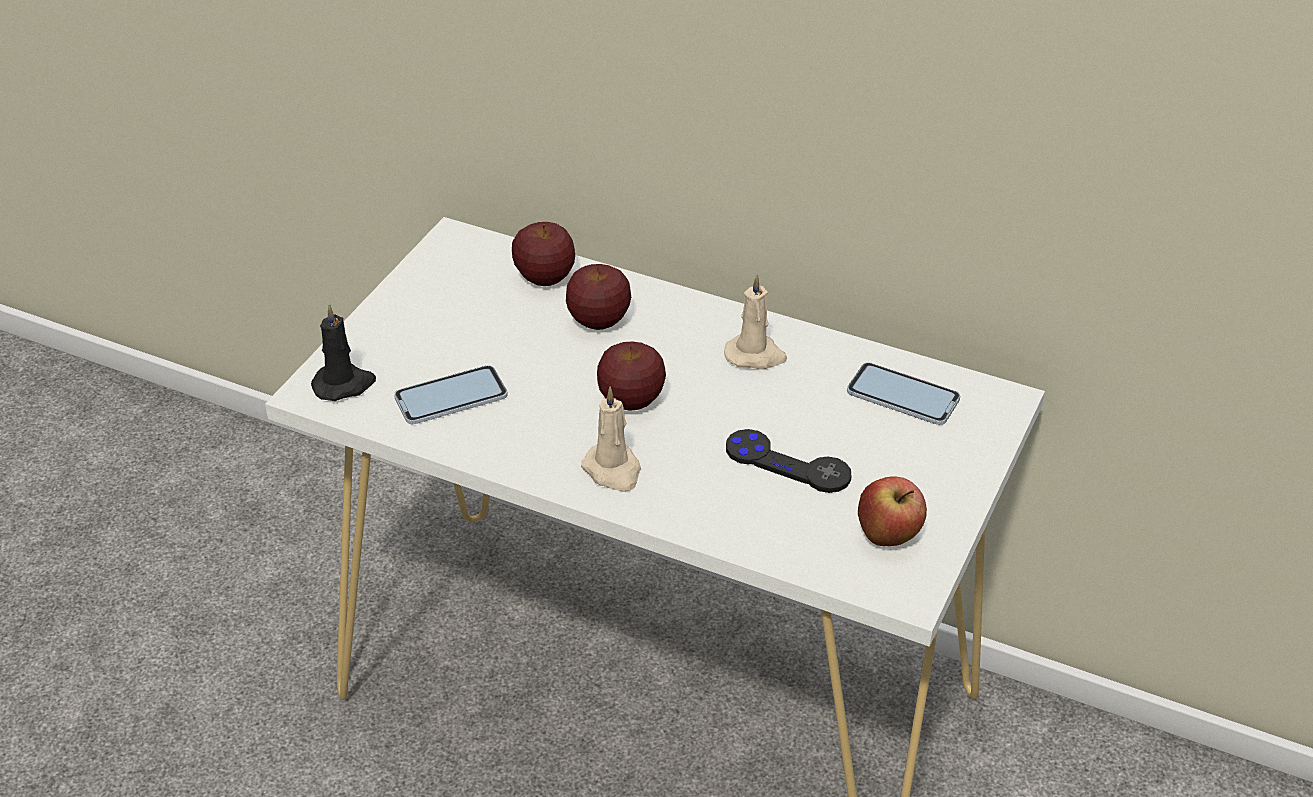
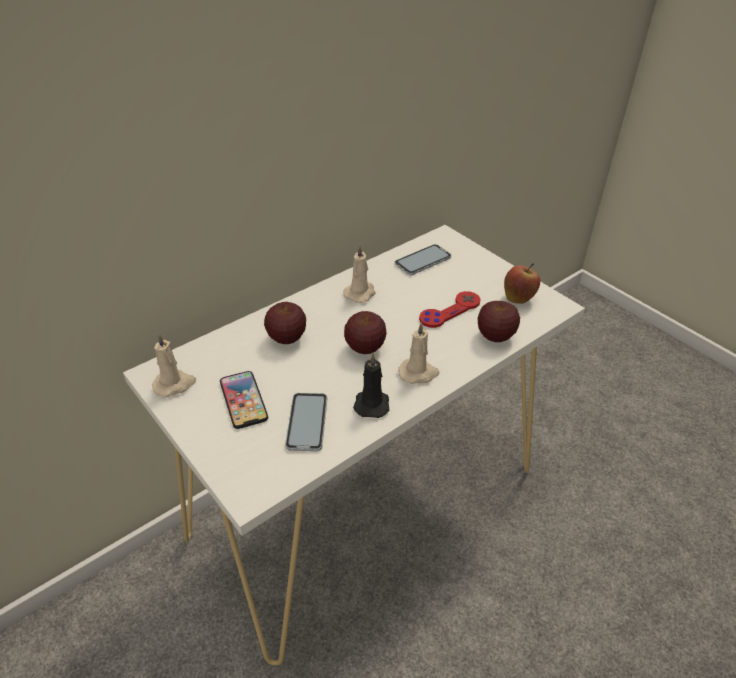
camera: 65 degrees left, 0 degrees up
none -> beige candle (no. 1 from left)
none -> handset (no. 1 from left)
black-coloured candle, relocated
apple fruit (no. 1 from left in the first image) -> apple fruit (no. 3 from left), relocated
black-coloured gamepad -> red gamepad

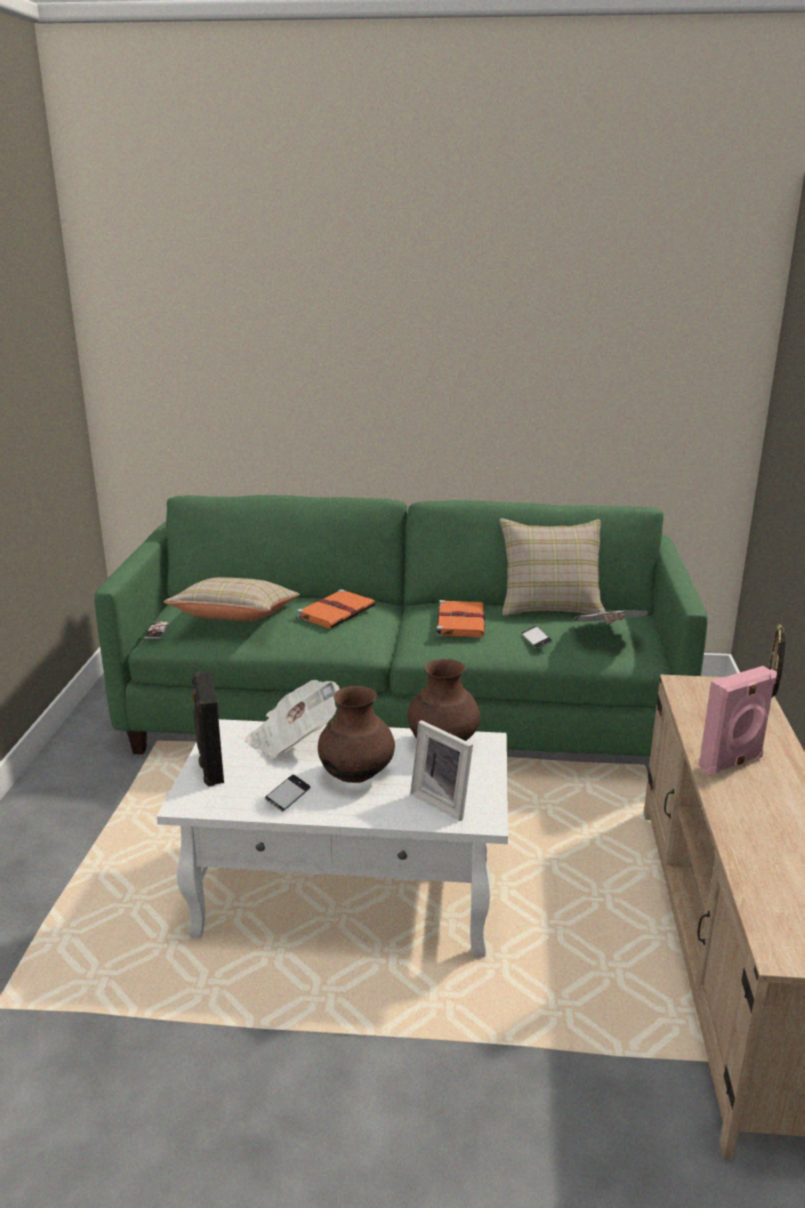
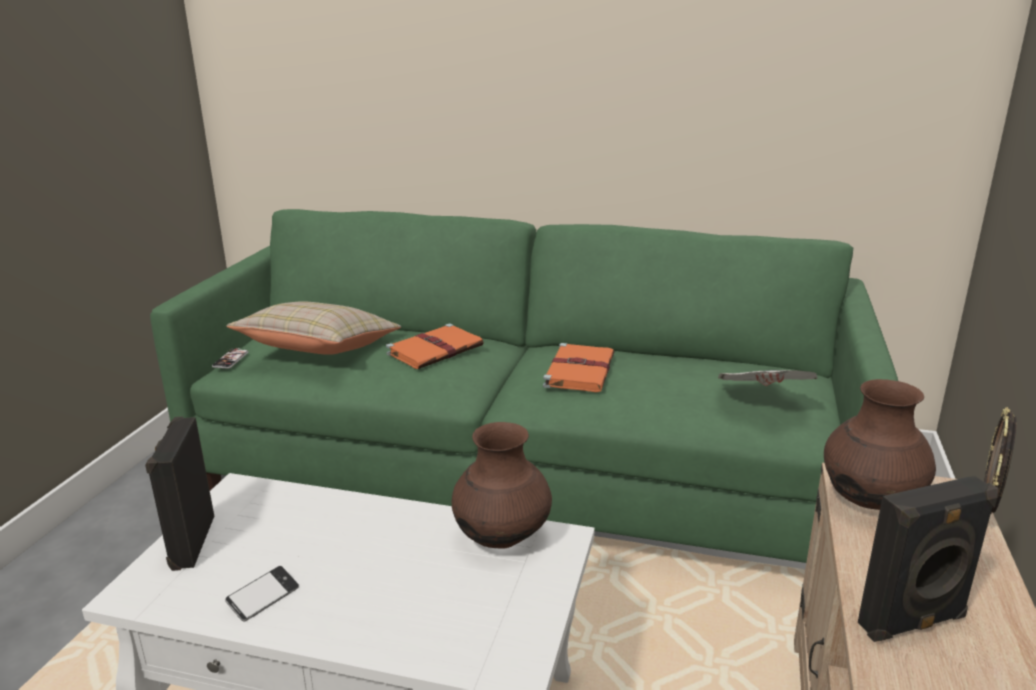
camera: 10 degrees right, 0 degrees up
daily paper (no. 1 from left) -> none
standing frame (no. 1 from left) -> none
beige throw pillow (no. 2 from left) -> none
handset (no. 3 from left) -> none
brownish vase (no. 1 from left in the first image) -> brownish vase (no. 2 from left), relocated
pinkish speaker -> black-coloured speaker (no. 2 from left)

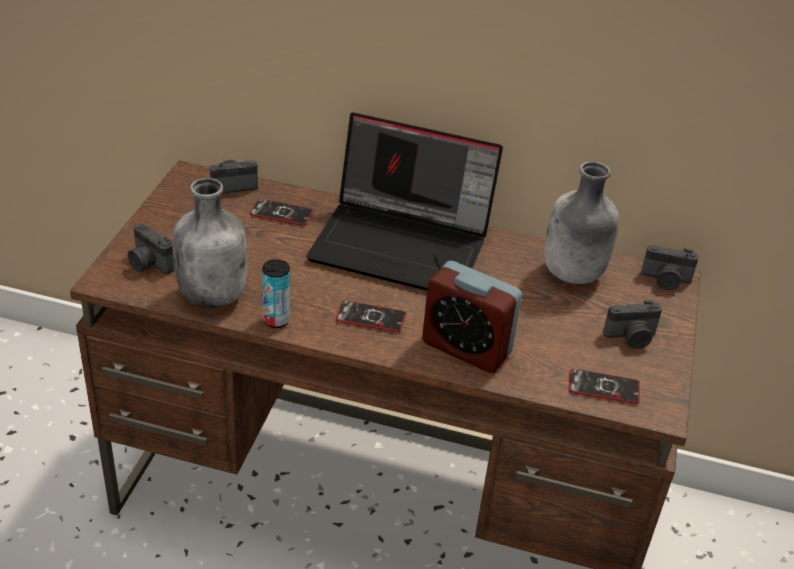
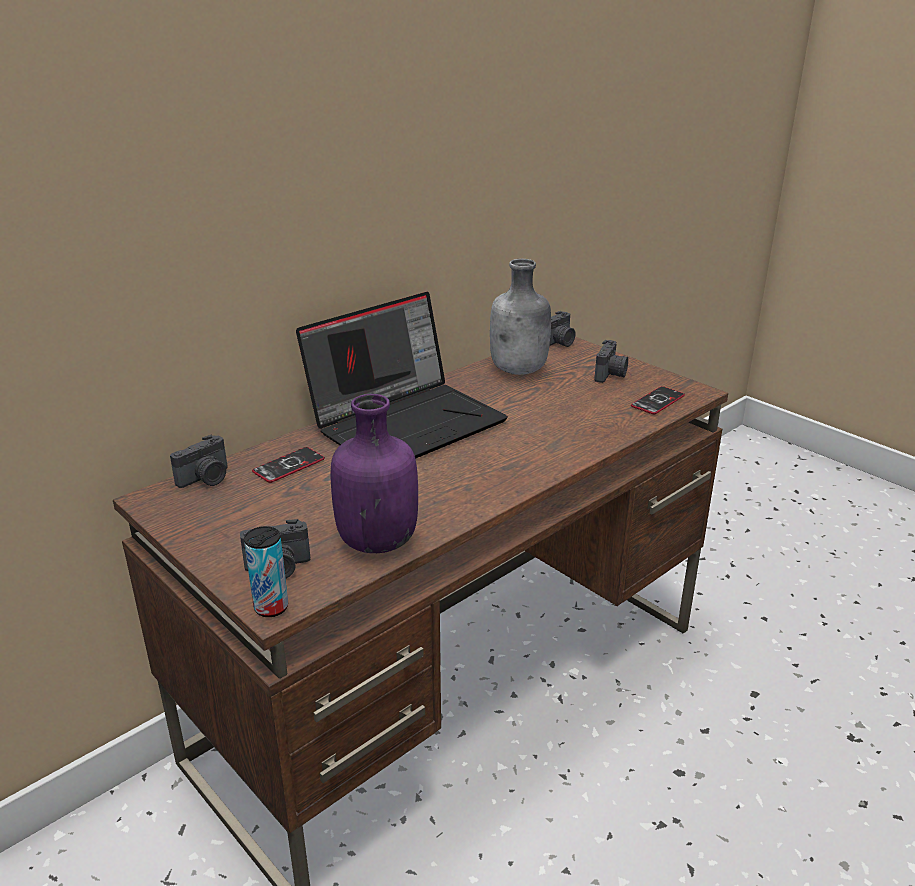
camera: 55 degrees left, 10 degrees down
handset (no. 2 from left) -> none
bedside clock -> none
metal can, relocated
gray beverage bottle (no. 1 from left) -> purple-coloured beverage bottle
photo camera (no. 2 from left in the first image) -> photo camera (no. 1 from left), 150 degrees counterclockwise

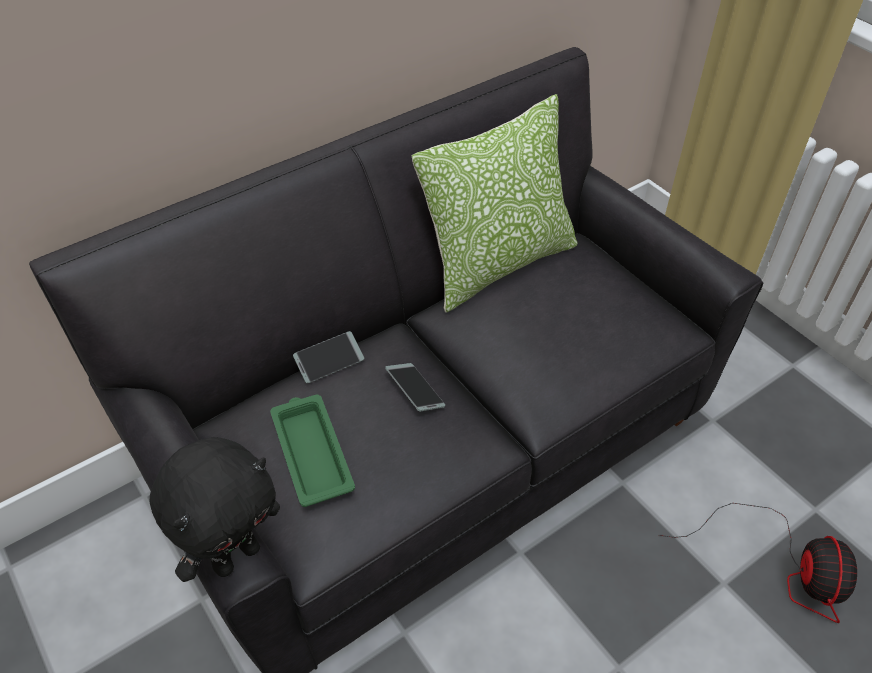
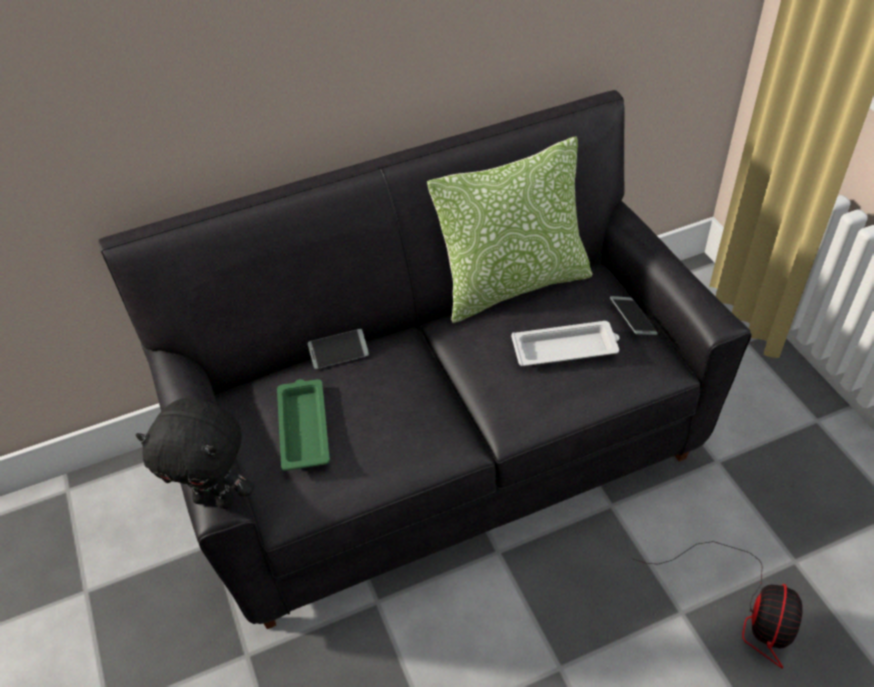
camera: 15 degrees right, 0 degrees up
none -> white carrying tray
handset (no. 2 from left), relocated
black-coloured cuddly toy, 45 degrees clockwise

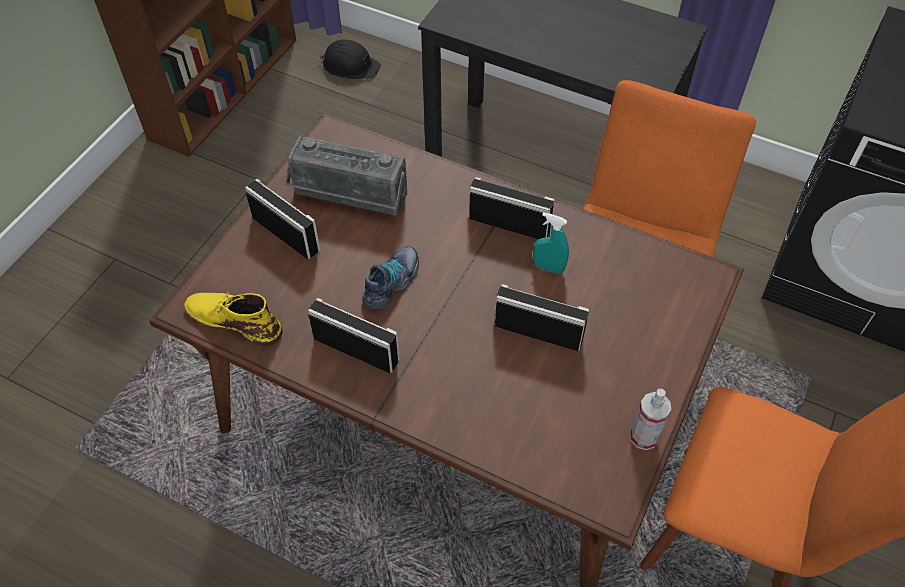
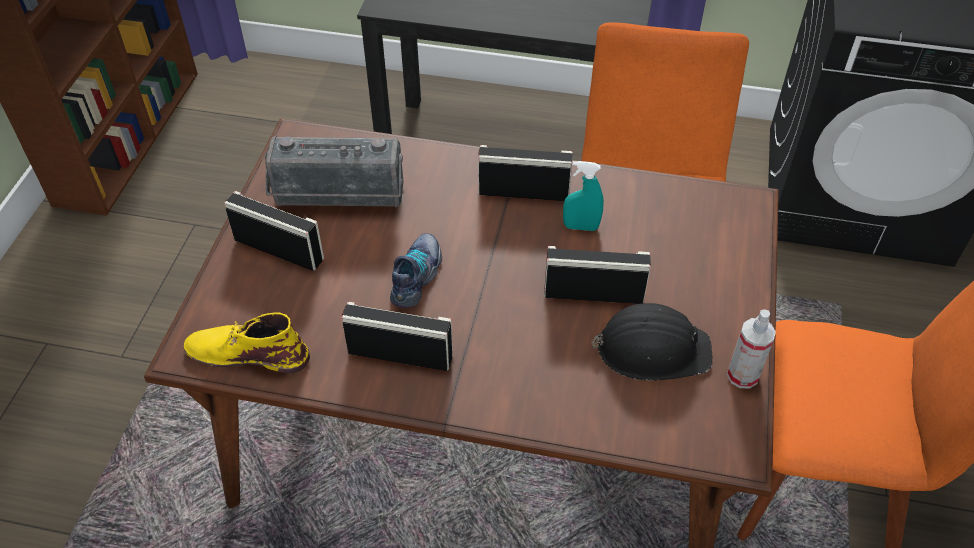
camera: 15 degrees left, 5 degrees down
black-coloured safety helmet, relocated

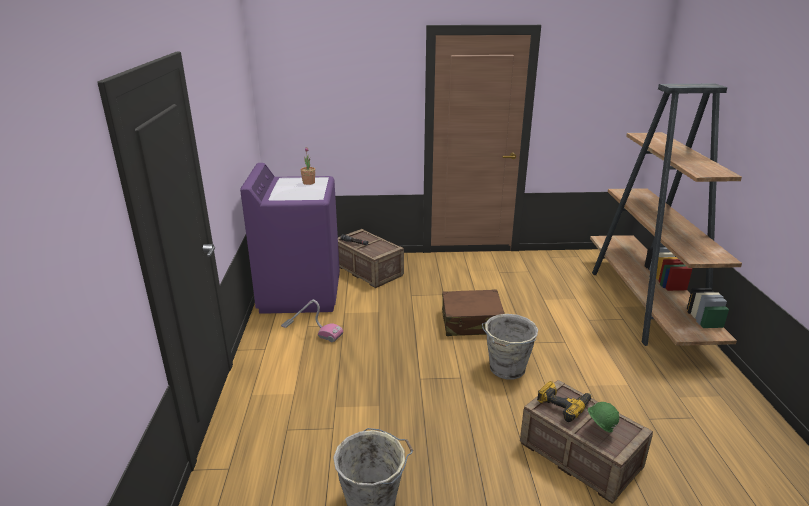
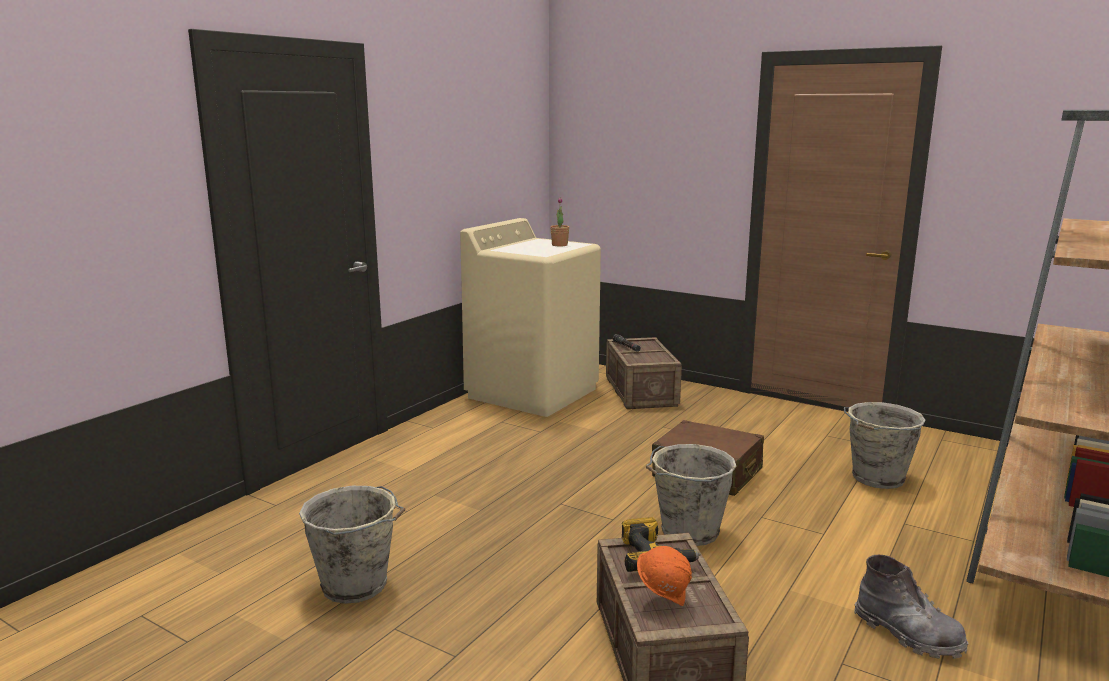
camera: 35 degrees right, 10 degrees down
vacuum -> none
none -> gray pail (no. 3 from left)
none -> gray boot
purple-coloured laundry machine -> beige laundry machine
greenish safety helmet -> orange safety helmet

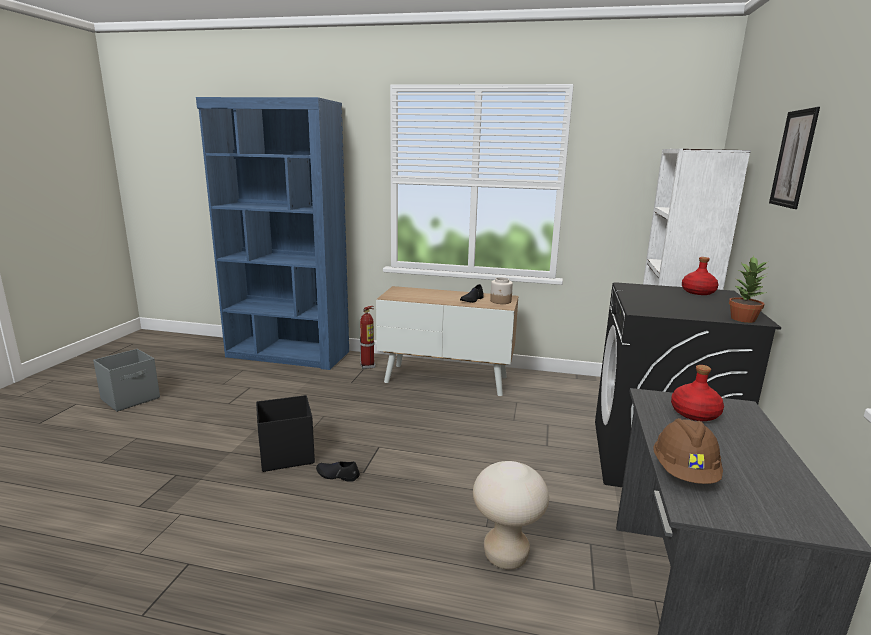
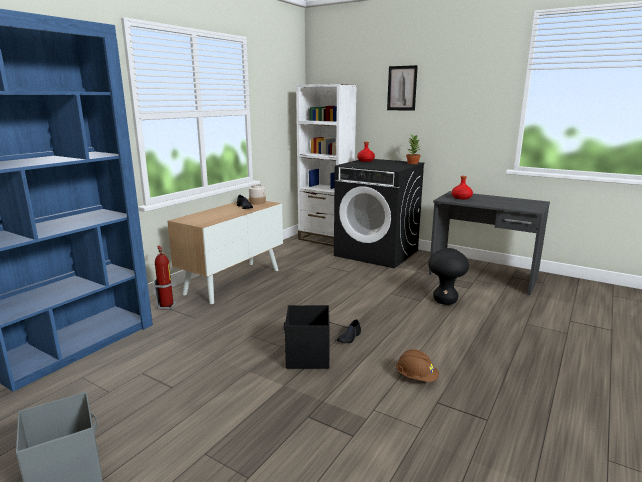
camera: 70 degrees left, 0 degrees up
brownish safety helmet, relocated
beige stool -> black-coloured stool

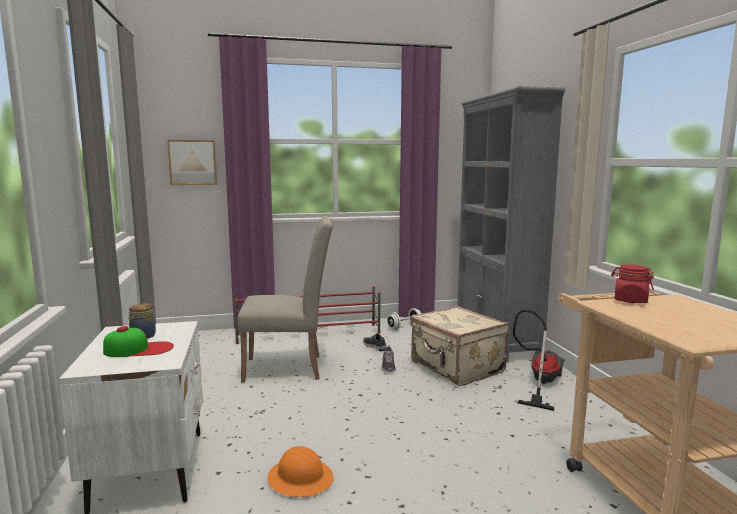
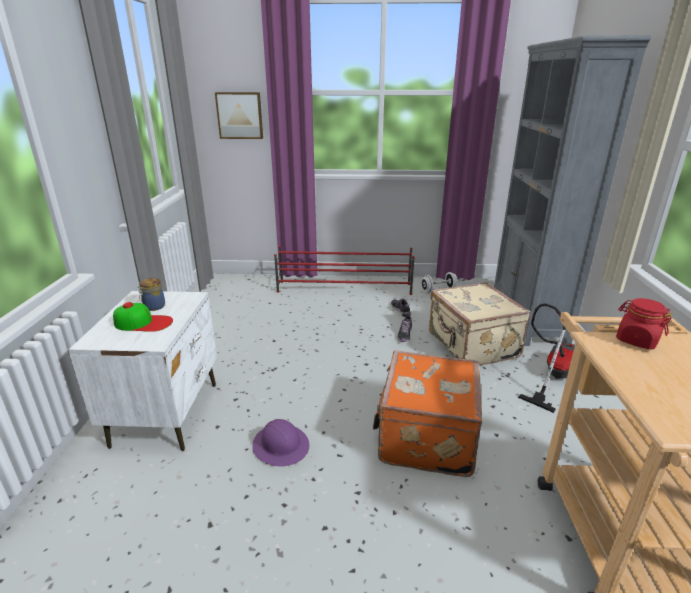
camera: 15 degrees right, 15 degrees up
beige plain chair -> none
none -> orange suitcase
orange safety helmet -> purple-coloured safety helmet

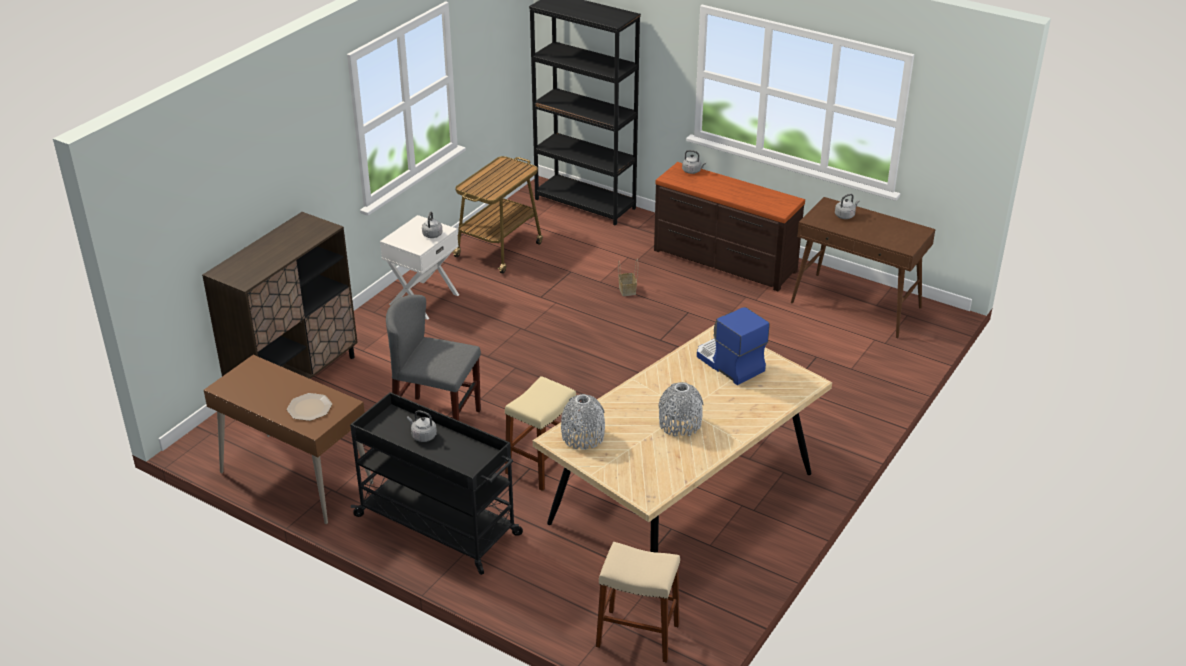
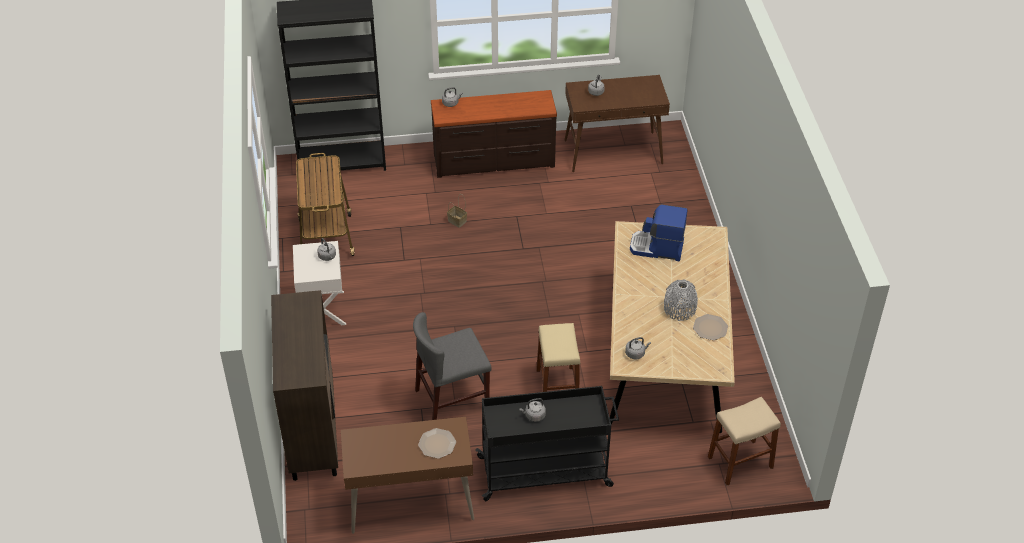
camera: 40 degrees left, 10 degrees up
none -> dinner plate (no. 2 from left)
gray vase (no. 1 from left) -> gray water kettle (no. 5 from left)

